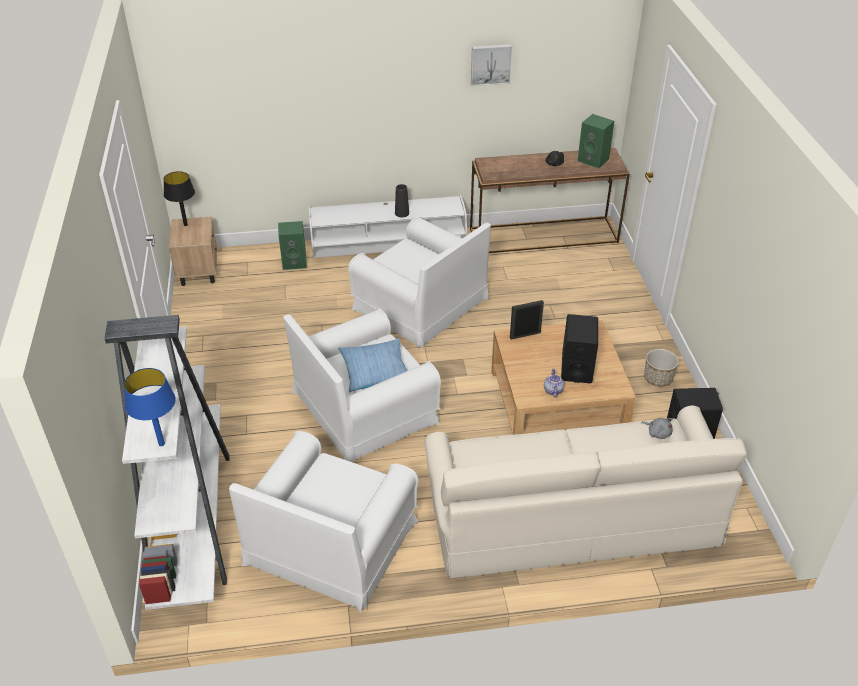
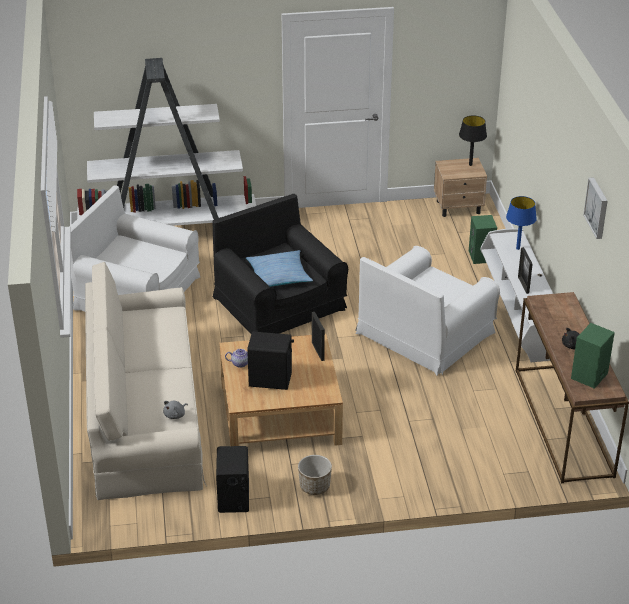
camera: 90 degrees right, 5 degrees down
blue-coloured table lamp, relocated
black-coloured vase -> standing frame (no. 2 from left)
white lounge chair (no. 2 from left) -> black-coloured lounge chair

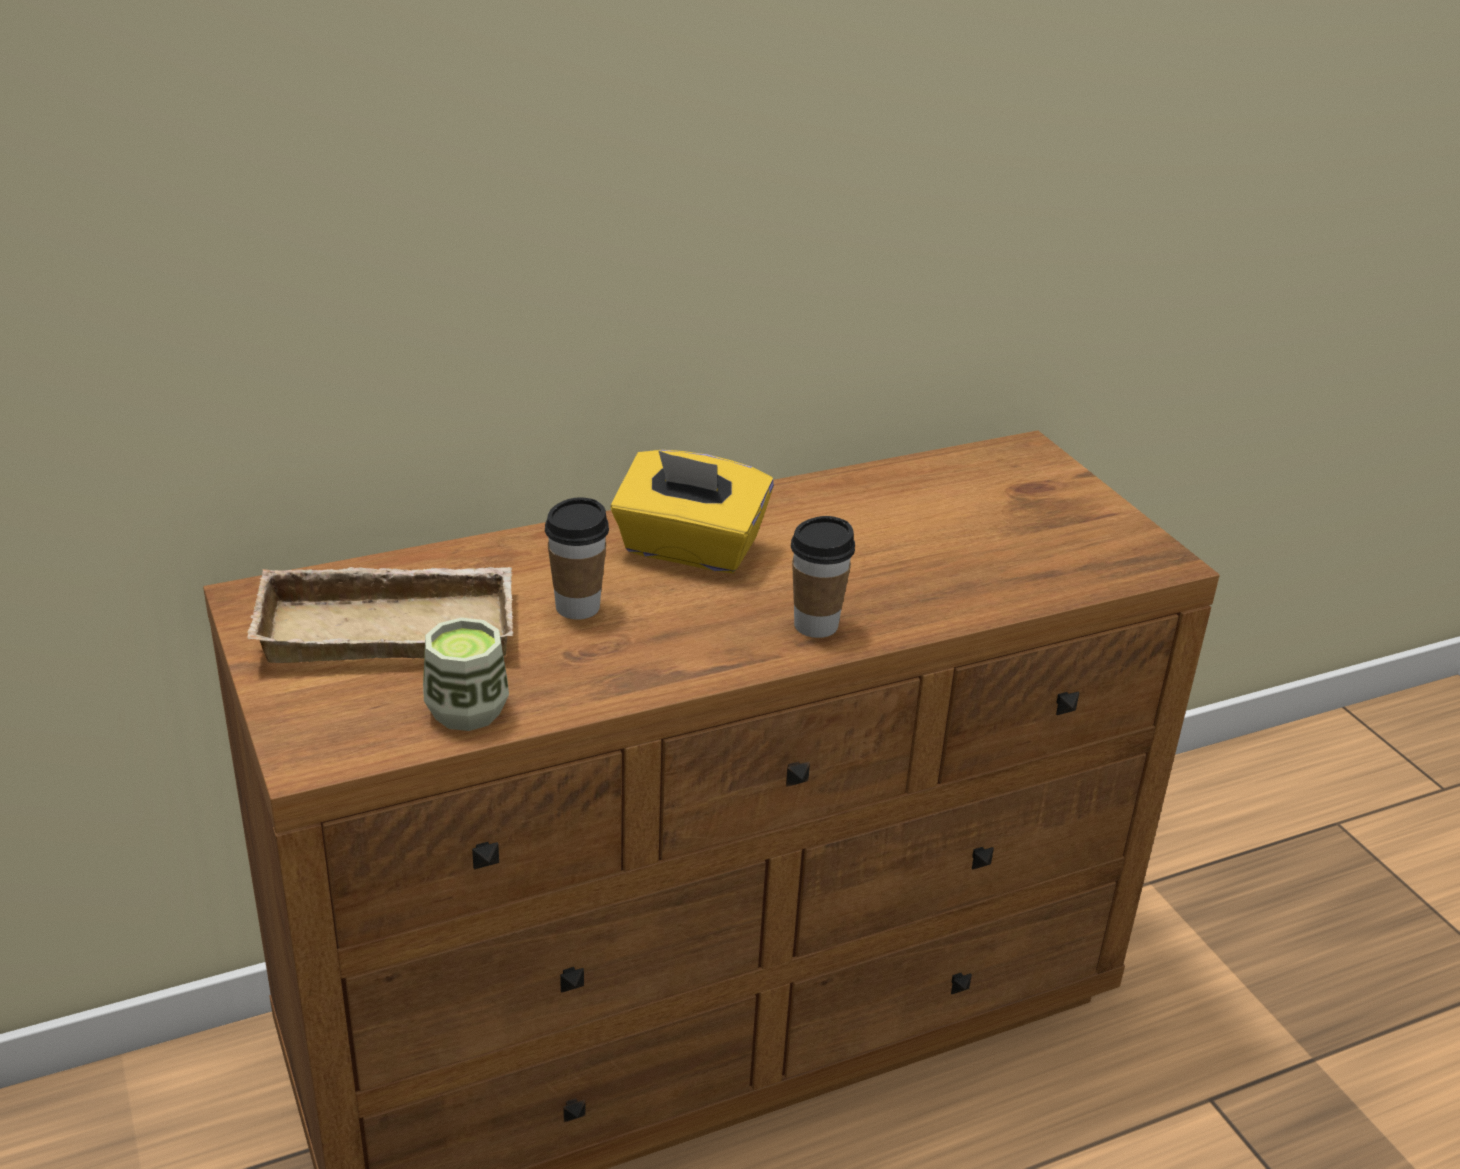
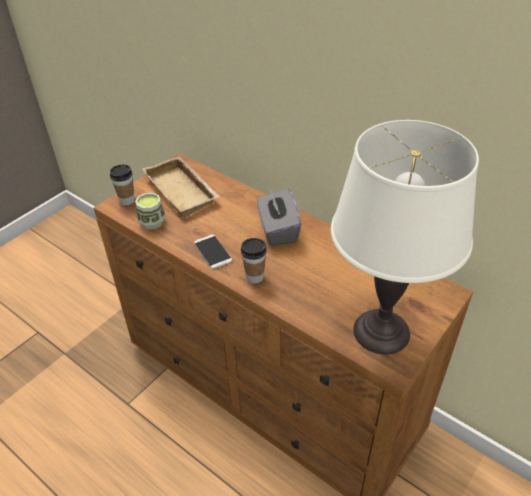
camera: 65 degrees right, 10 degrees up
none -> handset
none -> white table lamp
small cup (no. 2 from left in the first image) -> small cup (no. 1 from left), relocated
yellow-coloured tissue box -> gray tissue box

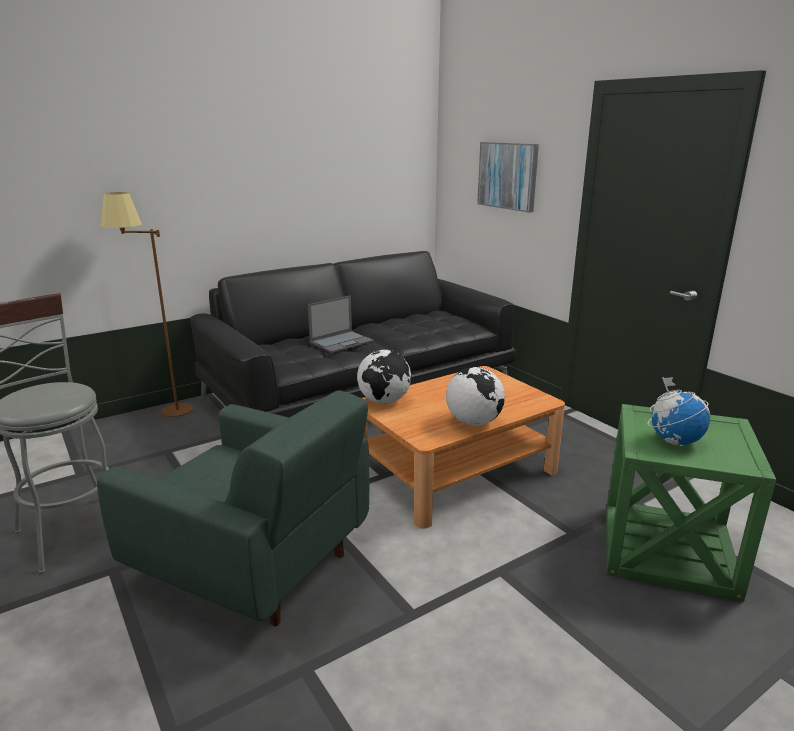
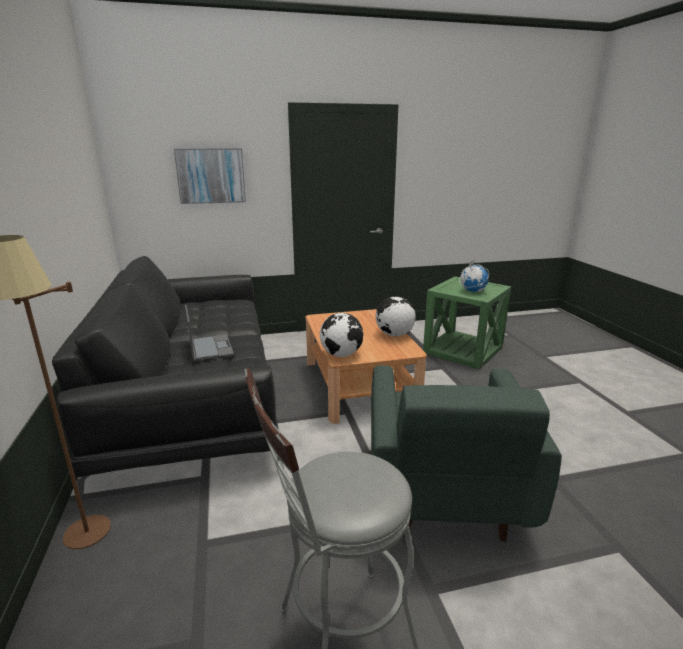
camera: 70 degrees left, 0 degrees up
greenish lounge chair, 135 degrees clockwise

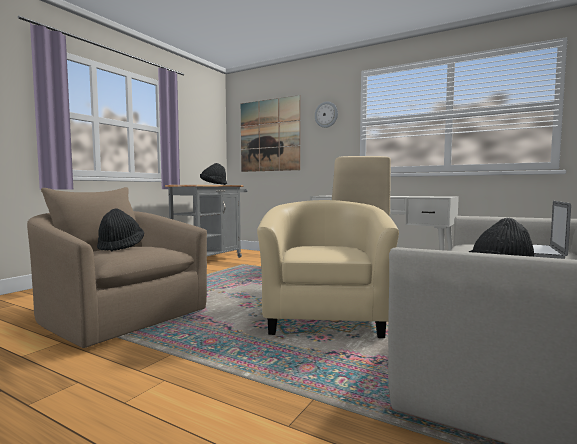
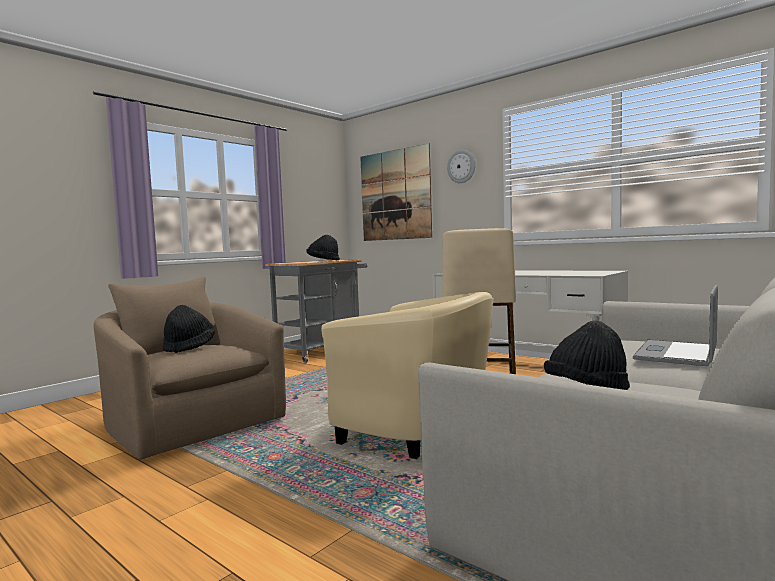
camera: 10 degrees right, 0 degrees up
beige lounge chair (no. 2 from left), 105 degrees clockwise

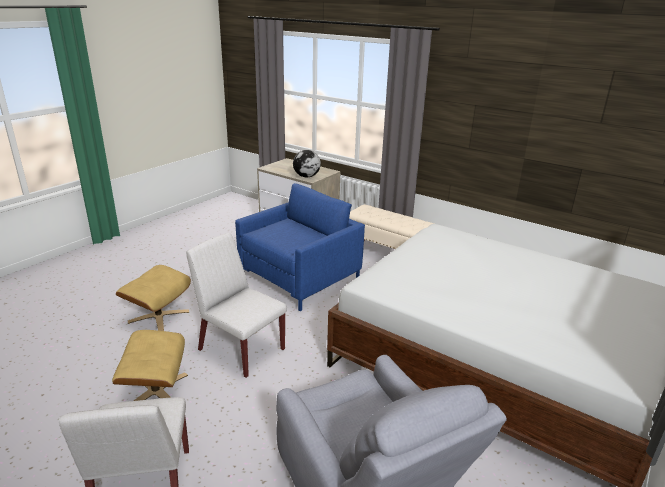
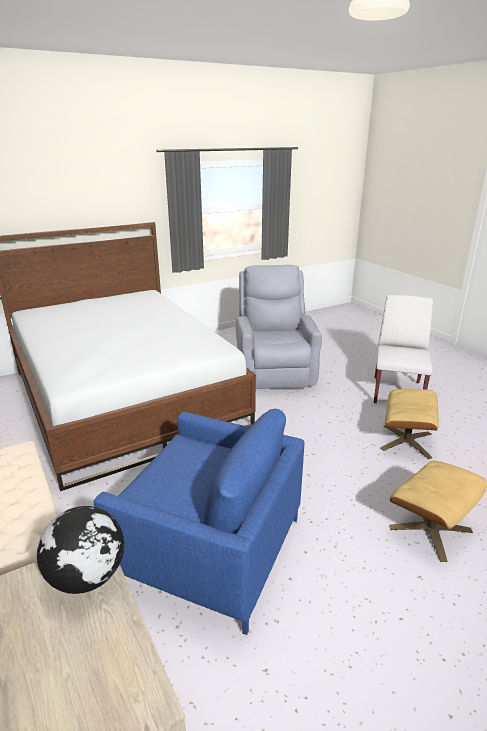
camera: 155 degrees left, 0 degrees up
white plain chair (no. 2 from left) -> none
blue-coloured lounge chair, 135 degrees counterclockwise

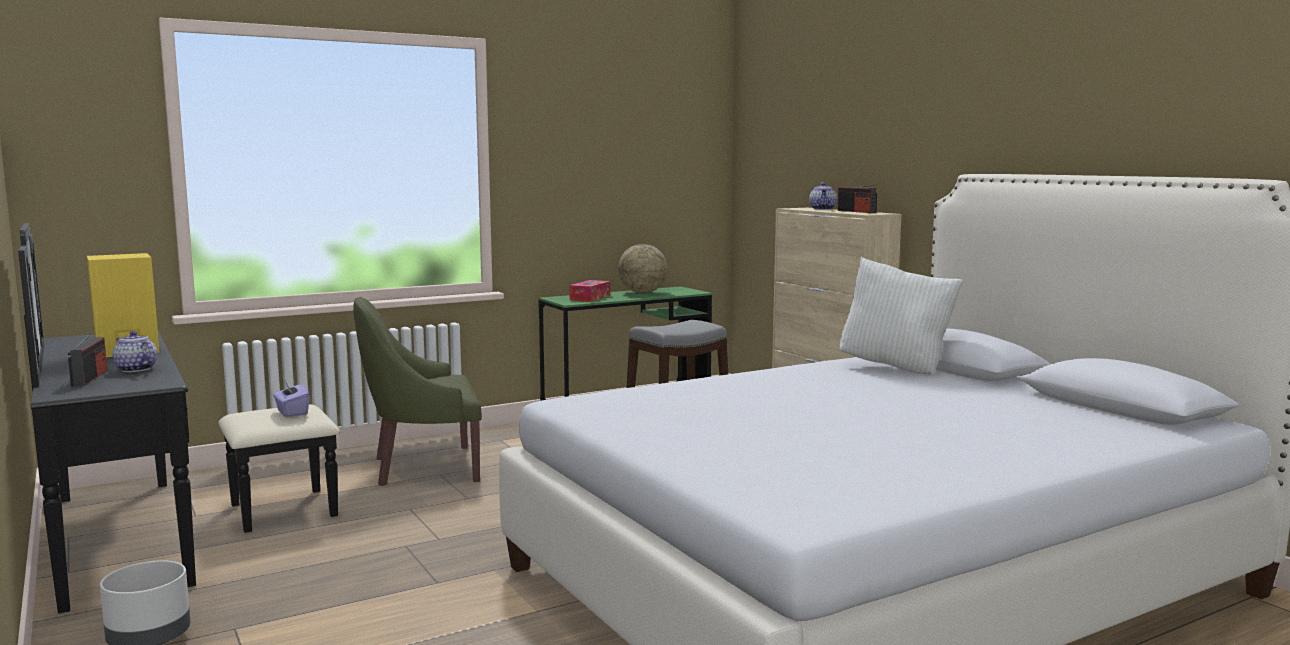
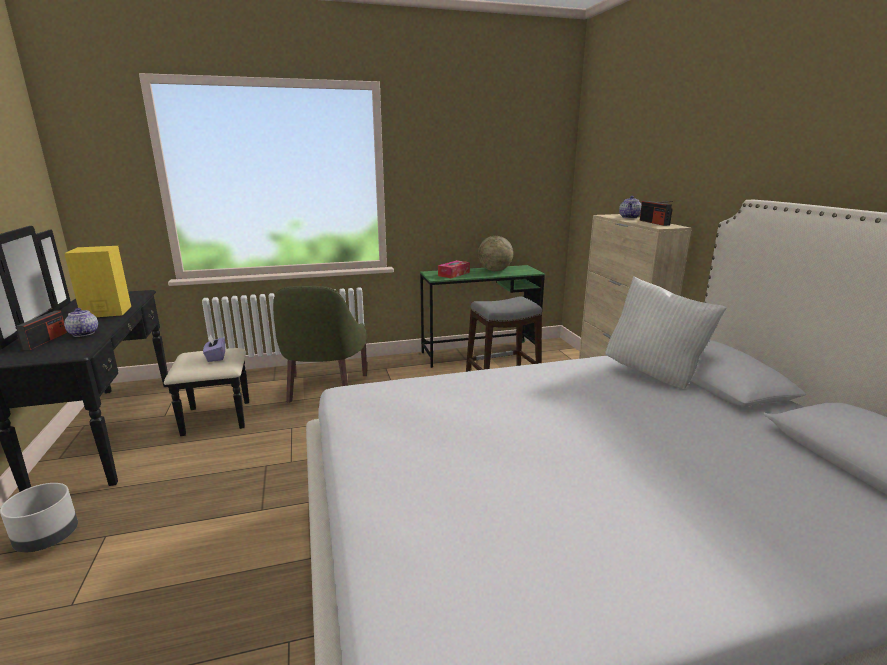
camera: 15 degrees right, 10 degrees up
greenish lounge chair, 90 degrees counterclockwise

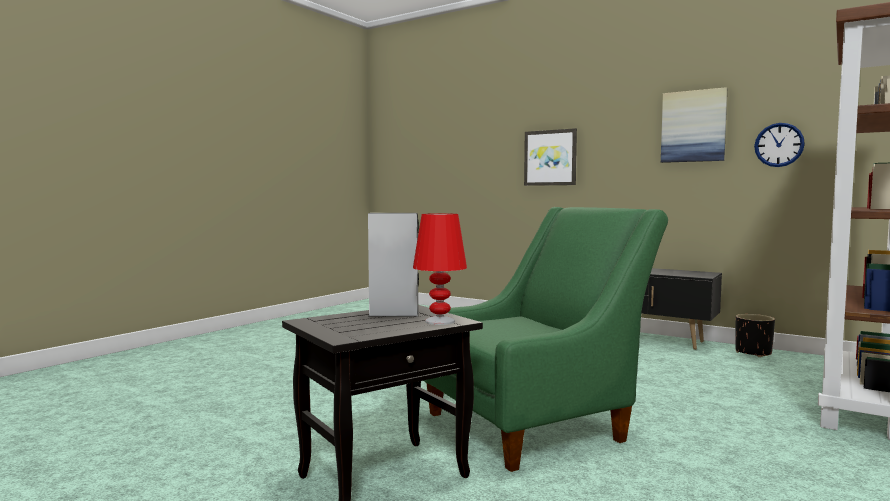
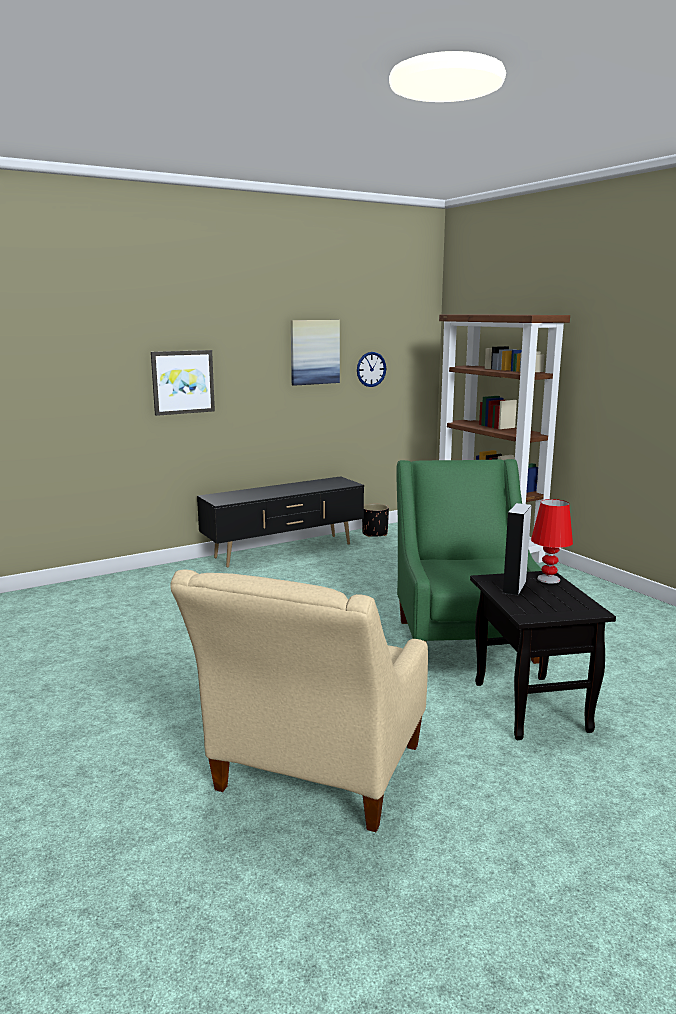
camera: 65 degrees left, 10 degrees up
none -> beige lounge chair

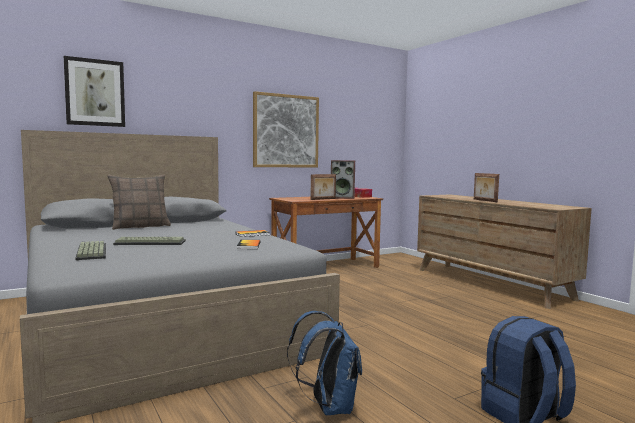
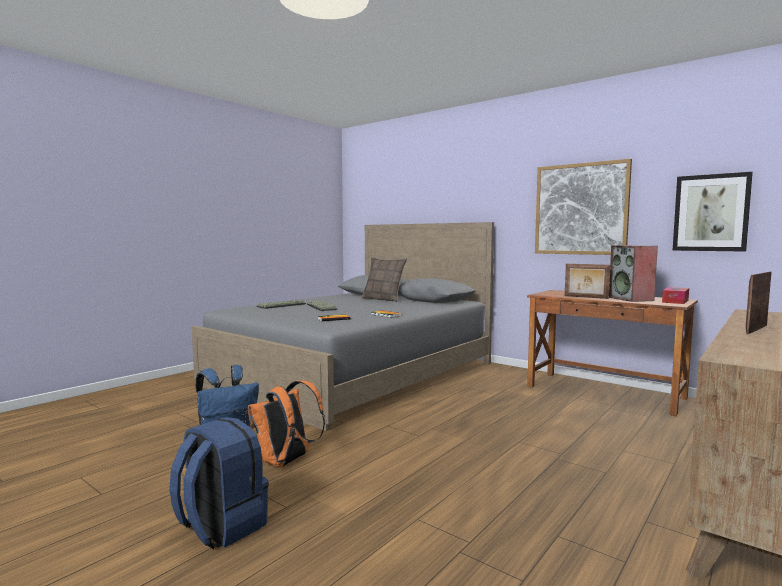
camera: 70 degrees right, 0 degrees up
none -> orange backpack
picture (no. 1 from left in the first image) -> picture (no. 2 from left), relocated

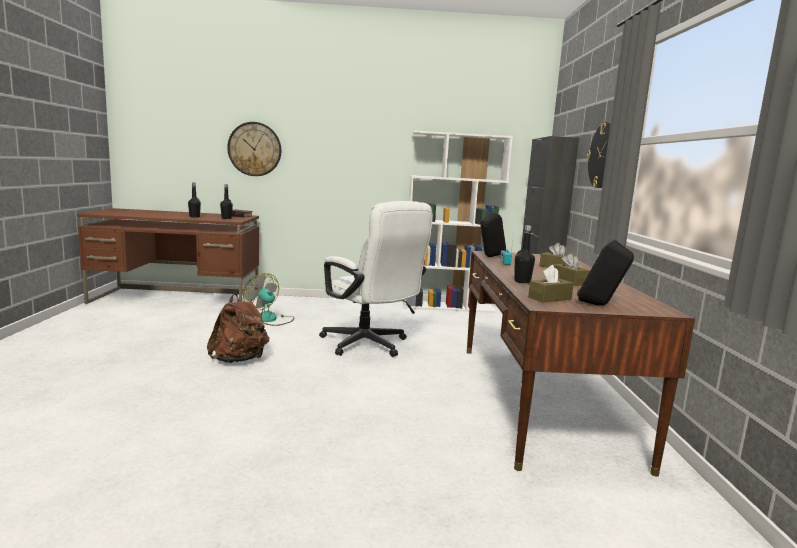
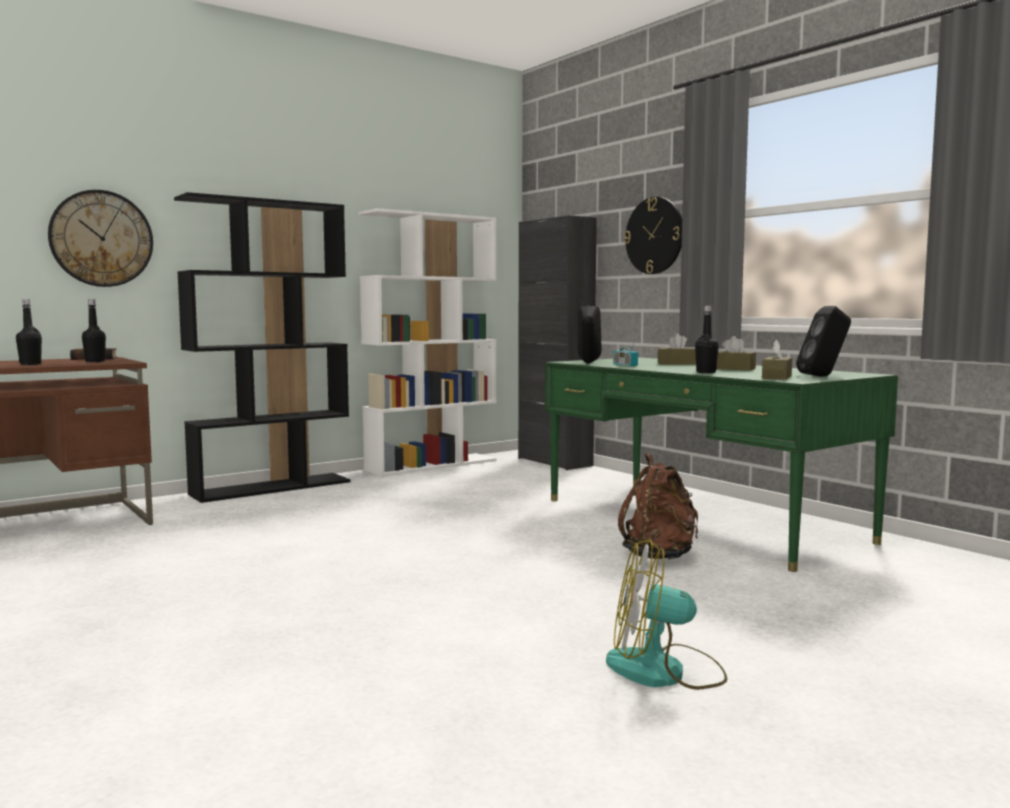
camera: 35 degrees left, 5 degrees down
white desk chair -> none
none -> black-coloured bookcase
brownish backpack, relocated
electric fan, relocated
brownish desk table (no. 2 from left) -> greenish desk table

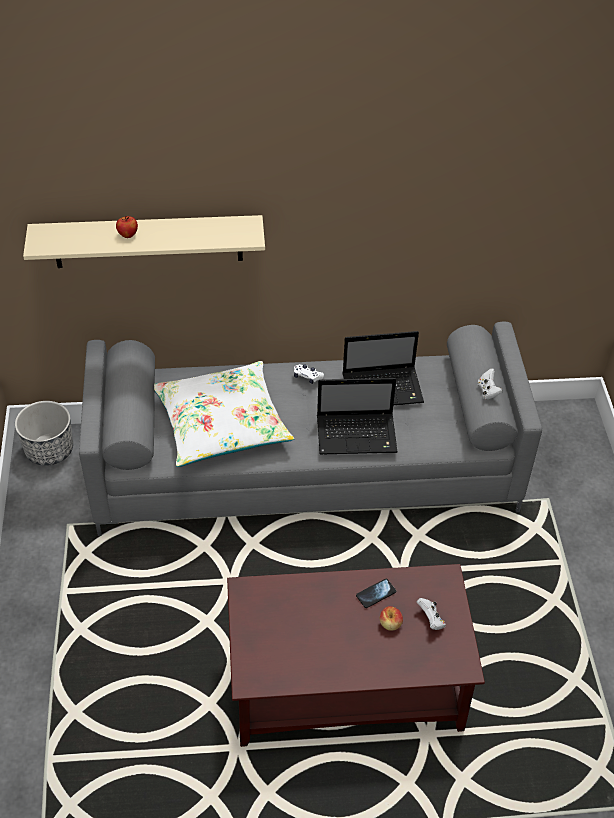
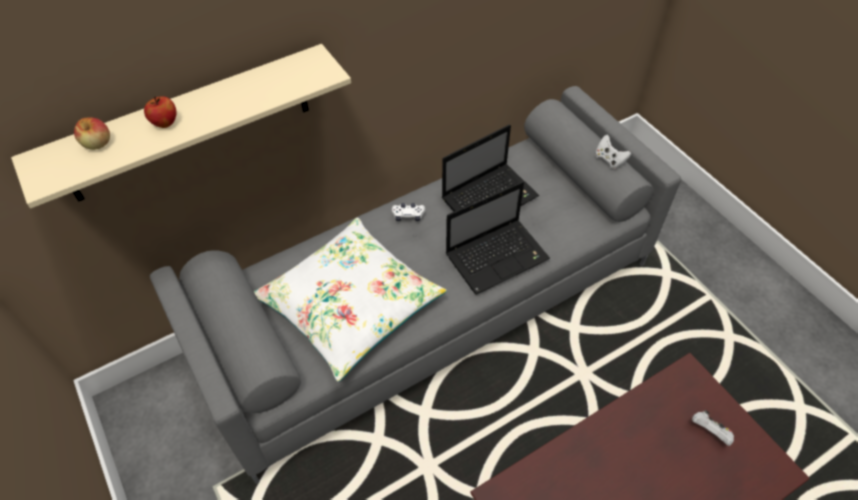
camera: 25 degrees left, 5 degrees up
flower pot -> none
handset -> none
apple fruit (no. 2 from left in the first image) -> apple fruit (no. 1 from left), relocated

